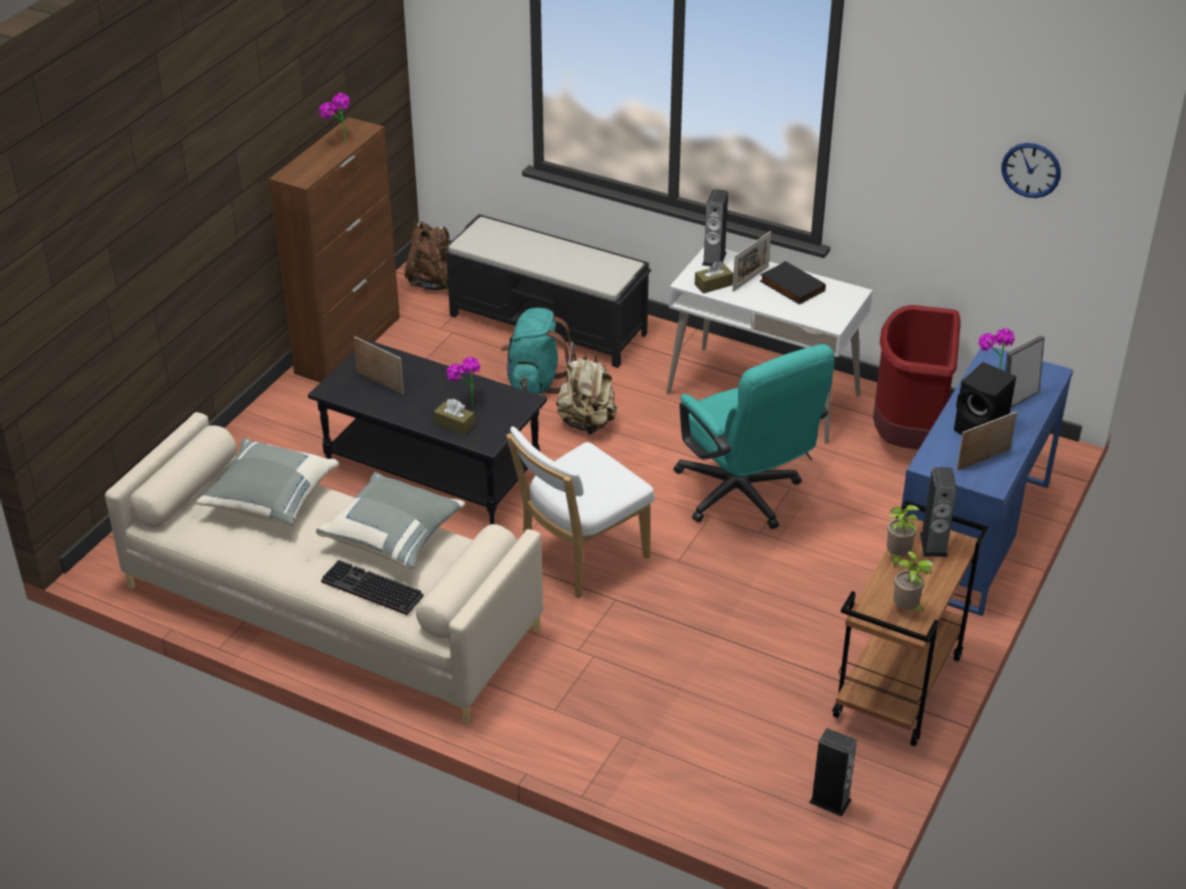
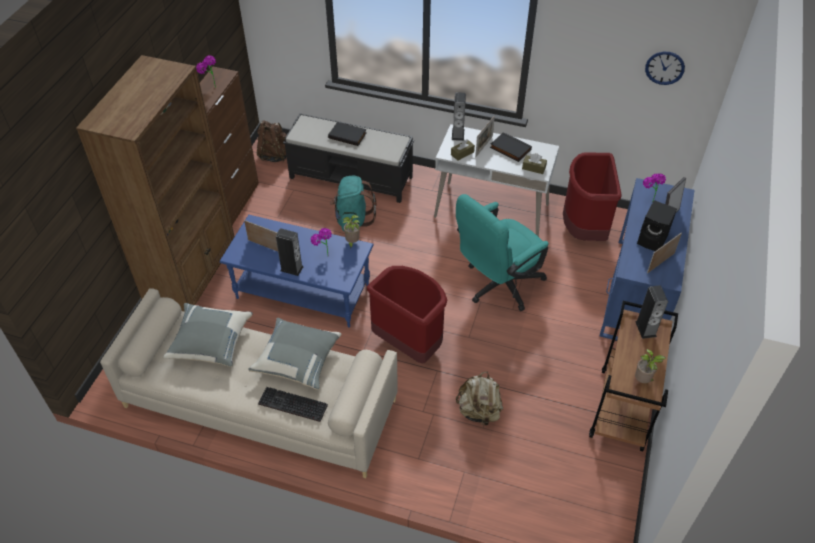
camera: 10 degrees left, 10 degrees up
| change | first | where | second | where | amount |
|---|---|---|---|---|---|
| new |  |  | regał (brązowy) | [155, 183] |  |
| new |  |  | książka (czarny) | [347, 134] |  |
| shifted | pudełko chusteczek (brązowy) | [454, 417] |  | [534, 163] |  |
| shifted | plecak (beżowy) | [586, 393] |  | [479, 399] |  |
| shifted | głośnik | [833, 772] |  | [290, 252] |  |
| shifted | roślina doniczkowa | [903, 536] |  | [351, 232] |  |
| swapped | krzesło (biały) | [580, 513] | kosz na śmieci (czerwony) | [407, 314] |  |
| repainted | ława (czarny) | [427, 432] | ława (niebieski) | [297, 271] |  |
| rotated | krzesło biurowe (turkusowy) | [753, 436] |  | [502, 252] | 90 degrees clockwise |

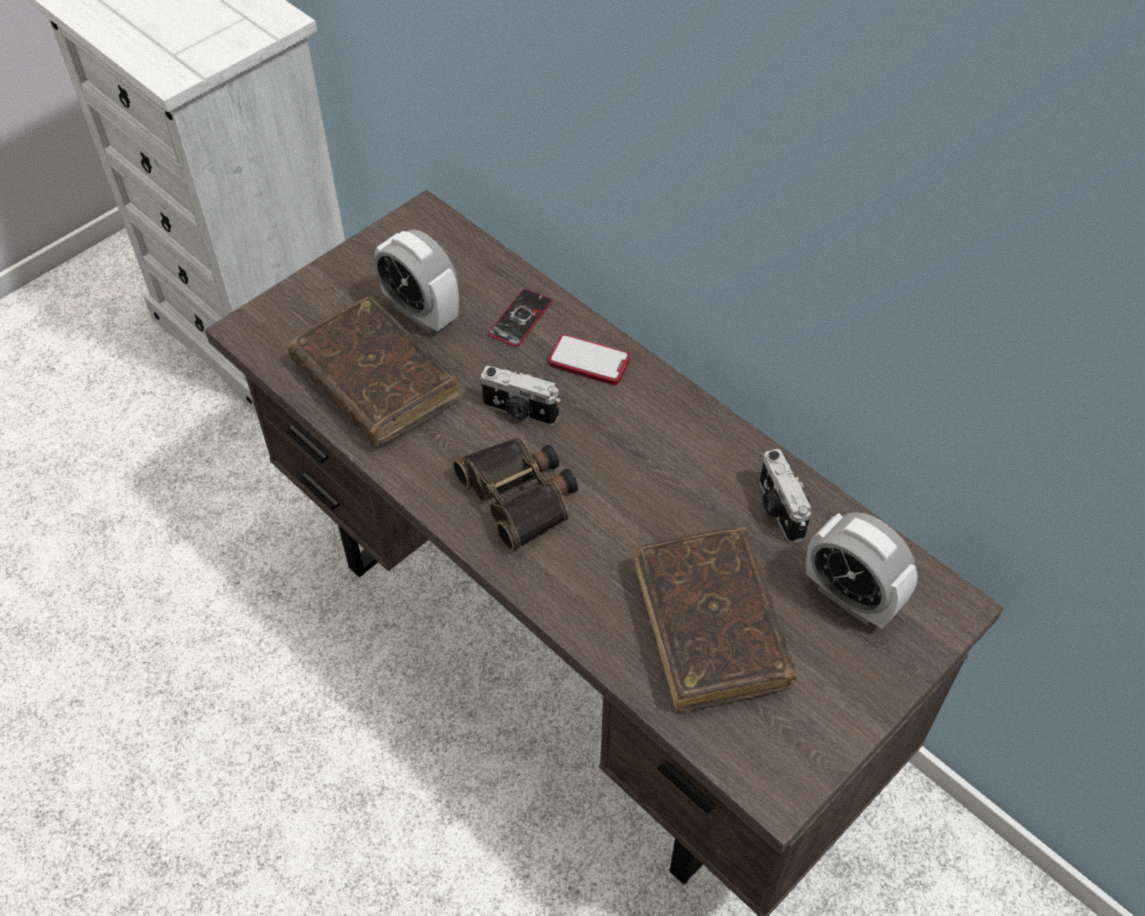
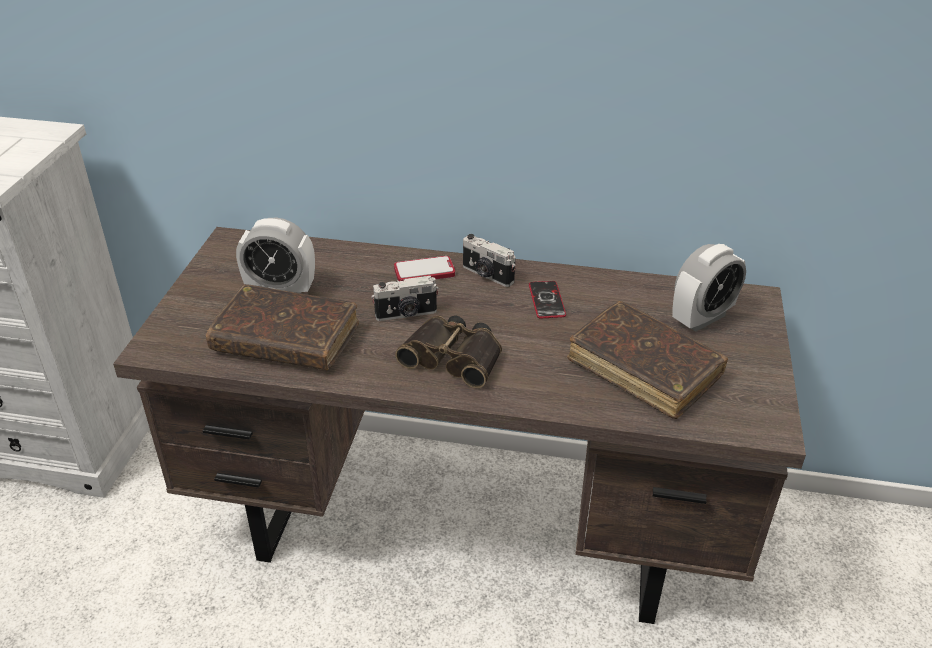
camera: 35 degrees left, 15 degrees down
| change | first | where | second | where | amount |
|---|---|---|---|---|---|
| shifted | telefon | [520, 318] |  | [547, 300] |  |
| shifted | aparat fotograficzny | [785, 496] |  | [489, 260] |  |
| rotated | budzik | [862, 570] |  | [709, 288] | 45 degrees counterclockwise |

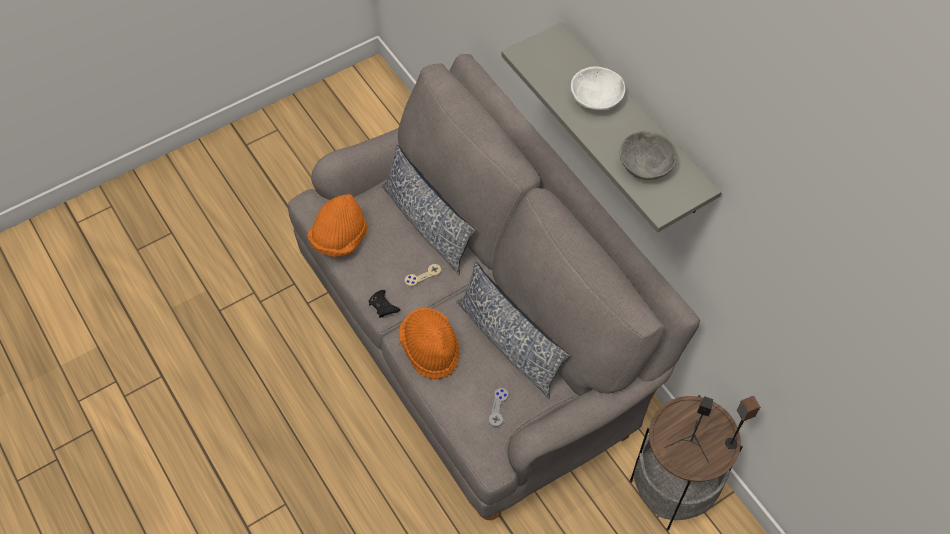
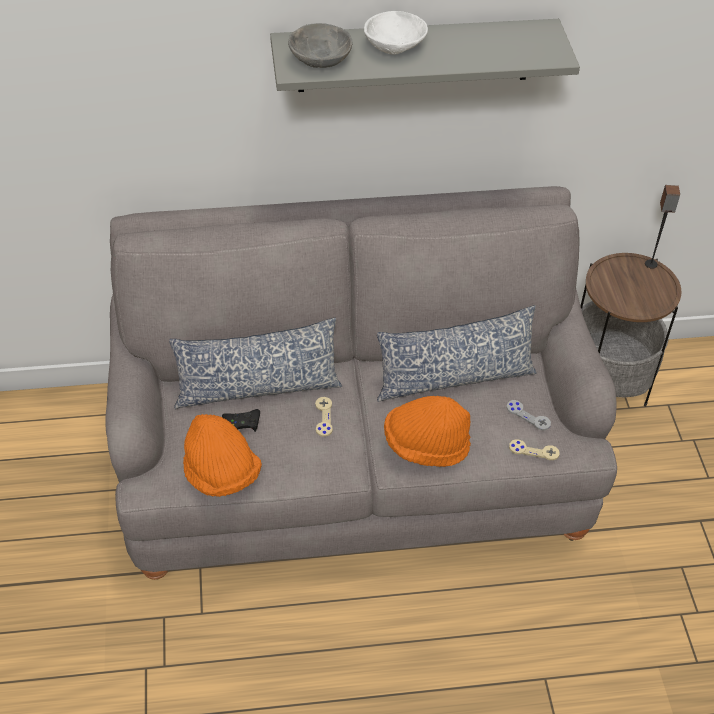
camera: 65 degrees left, 10 degrees down
| change | first | where | second | where | amount |
|---|---|---|---|---|---|
| gone | głośnik (czarny) | [689, 429] |  |  |  |
| new |  |  | pad do gier (beżowy) | [534, 449] |  |
| shifted | pad do gier (czarny) | [384, 304] |  | [241, 420] |  |
| shifted | miska (szary) | [649, 155] |  | [320, 45] |  |

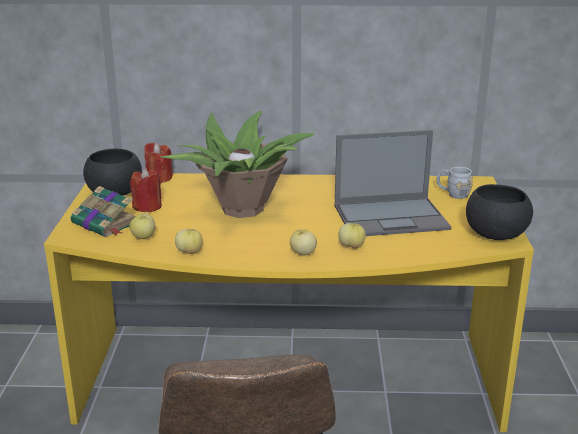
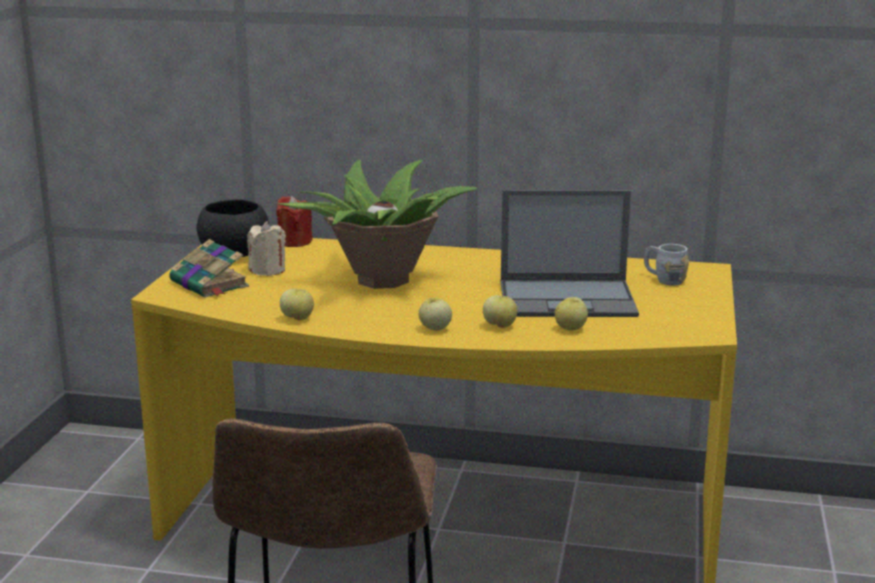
camera: 10 degrees right, 5 degrees down
| change | first | where | second | where | amount |
|---|---|---|---|---|---|
| gone | miska (czarny) | [499, 212] |  |  |  |
| shifted | jabłko | [143, 226] |  | [571, 314] |  |
| repainted | świeca (czerwony) | [146, 190] | świeca (beżowy) | [266, 248] |  |

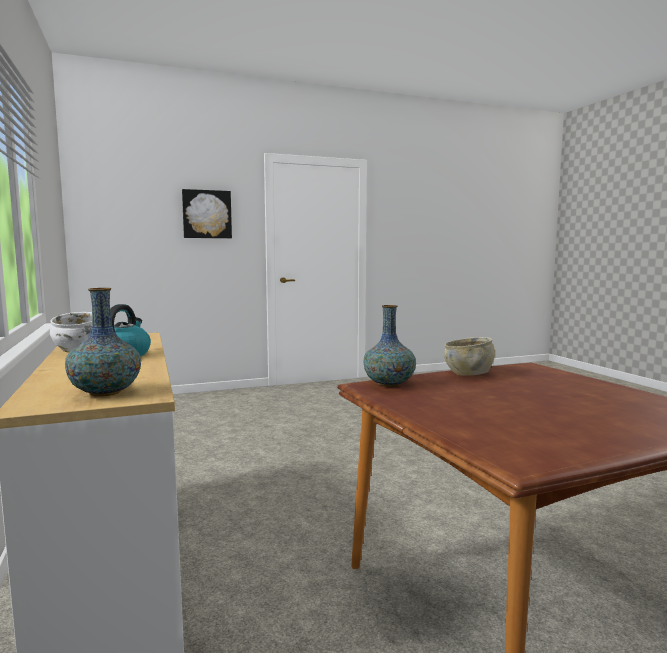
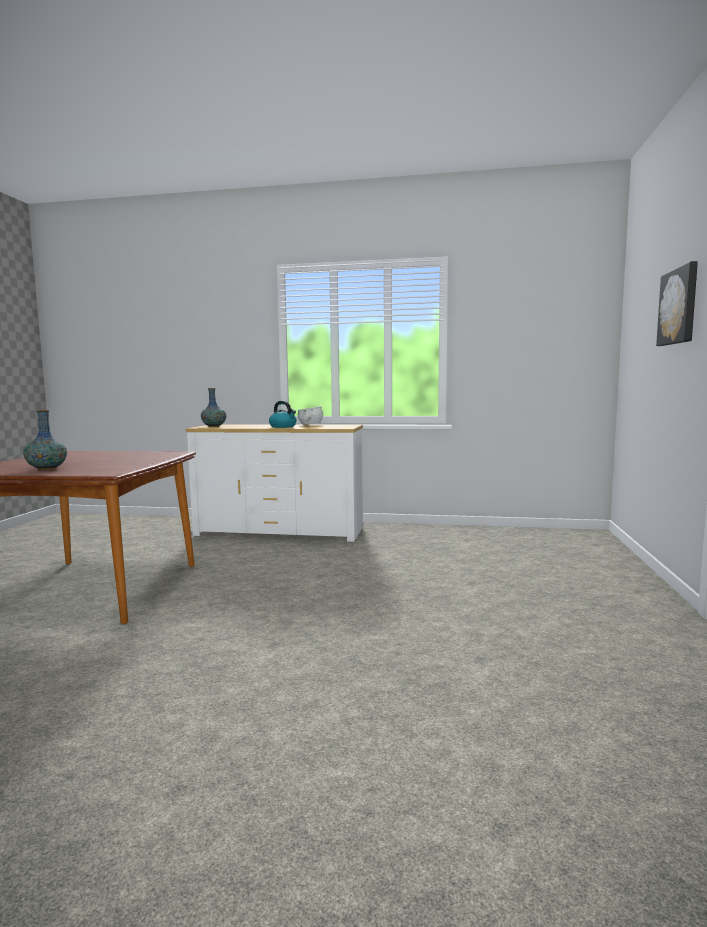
camera: 120 degrees right, 0 degrees up
| change | first | where | second | where | amount |
|---|---|---|---|---|---|
| gone | miska (beżowy) | [469, 356] |  |  |  |
| shifted | wazon | [389, 346] |  | [45, 440] |  |

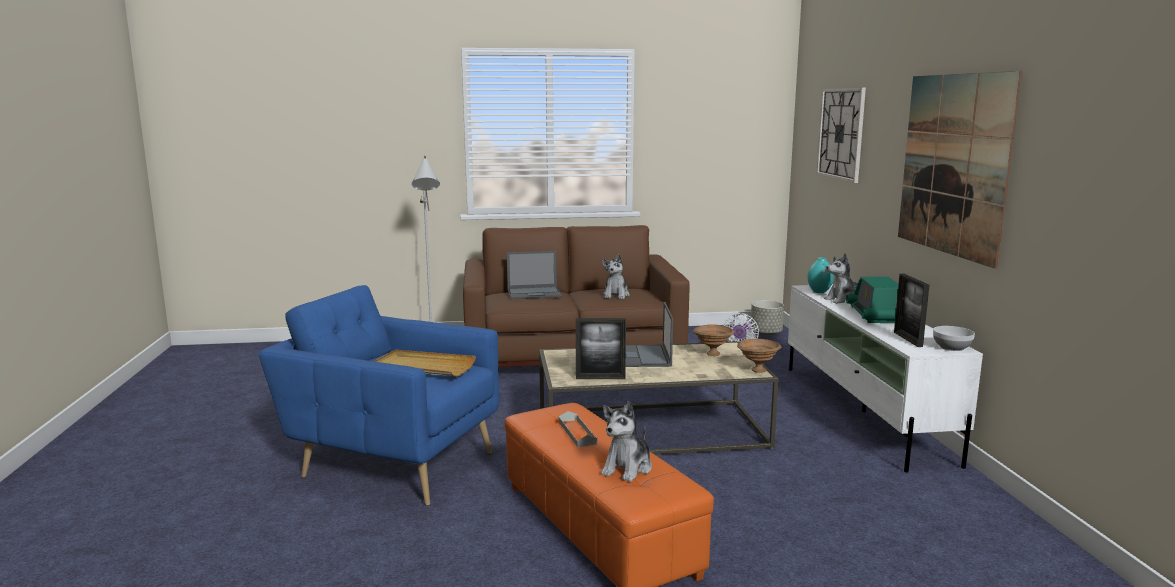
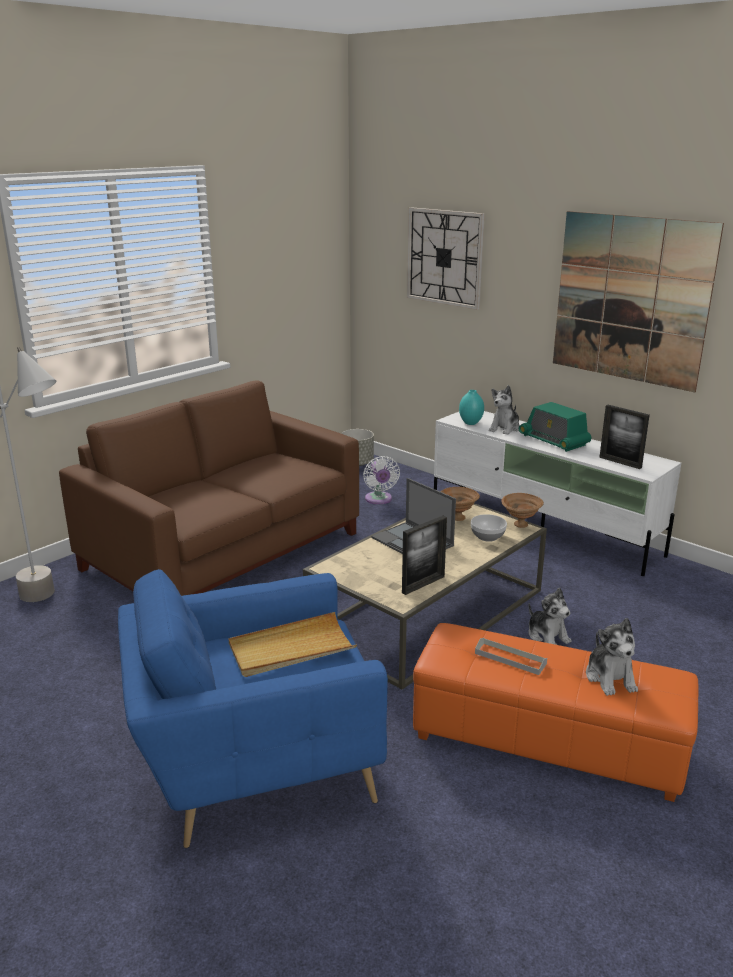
camera: 40 degrees left, 10 degrees up
| change | first | where | second | where | amount |
|---|---|---|---|---|---|
| gone | laptop | [534, 275] |  |  |  |
| shifted | pluszak | [616, 276] |  | [549, 616] |  |
| shifted | miska | [954, 338] |  | [489, 528] |  |

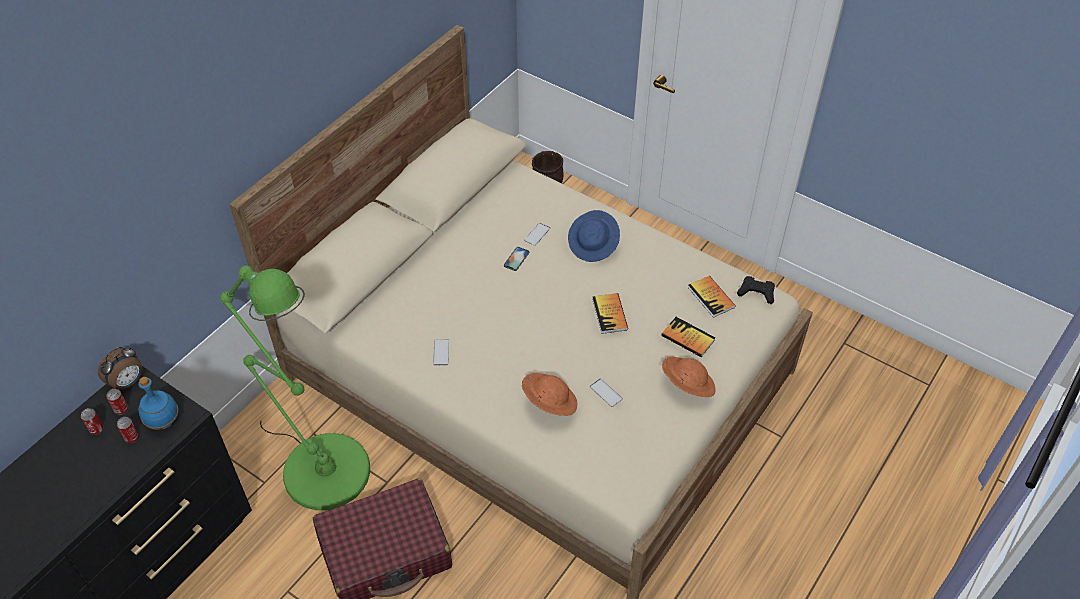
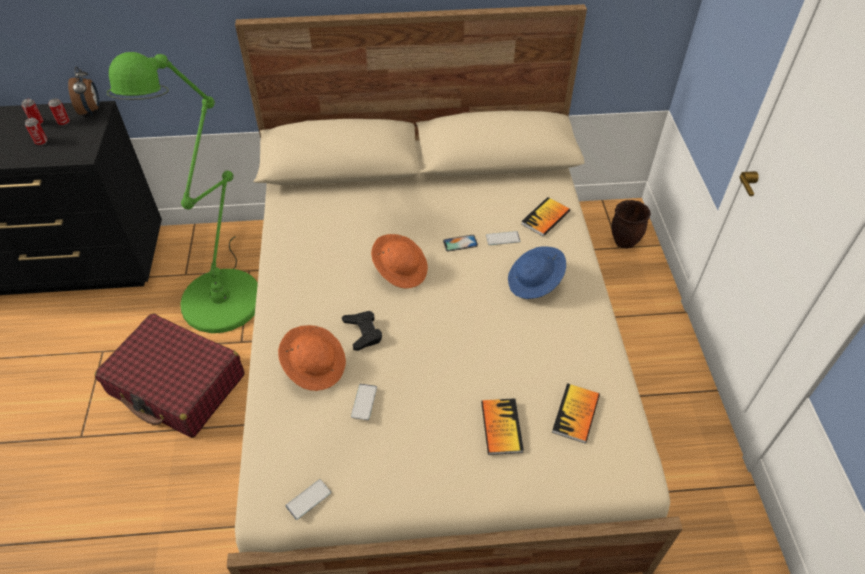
camera: 50 degrees right, 0 degrees up
| change | first | where | second | where | amount |
|---|---|---|---|---|---|
| gone | butelka (niebieski) | [158, 403] |  |  |  |
| shifted | telefon | [441, 352] |  | [308, 499] |  |
| shifted | książka | [610, 313] |  | [545, 217] |  |
| shifted | kapelusz (pomarańczowy) | [689, 377] |  | [399, 261] |  |
| shifted | pad do gier (czarny) | [756, 290] |  | [362, 331] |  |
| rotated | budzik | [120, 368] |  | [83, 91] | 105 degrees counterclockwise |

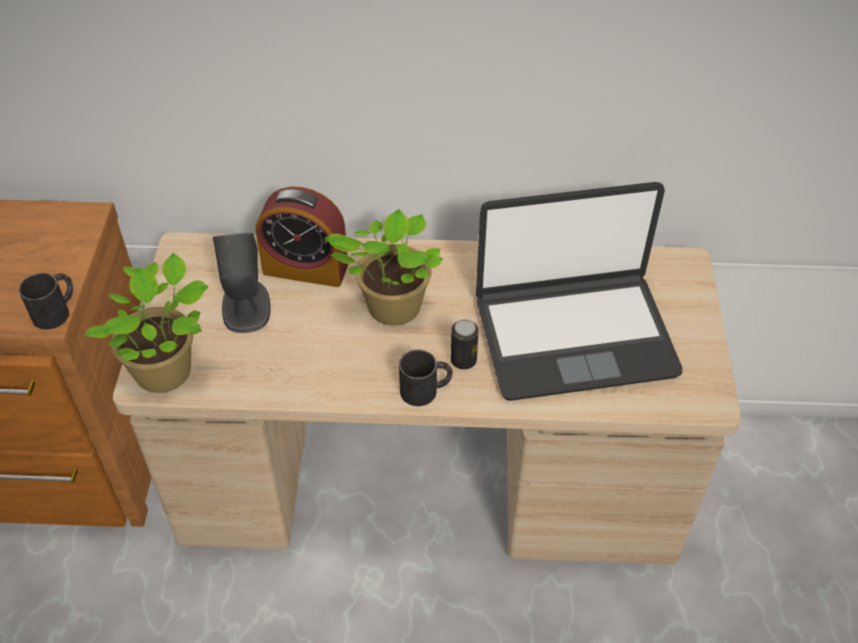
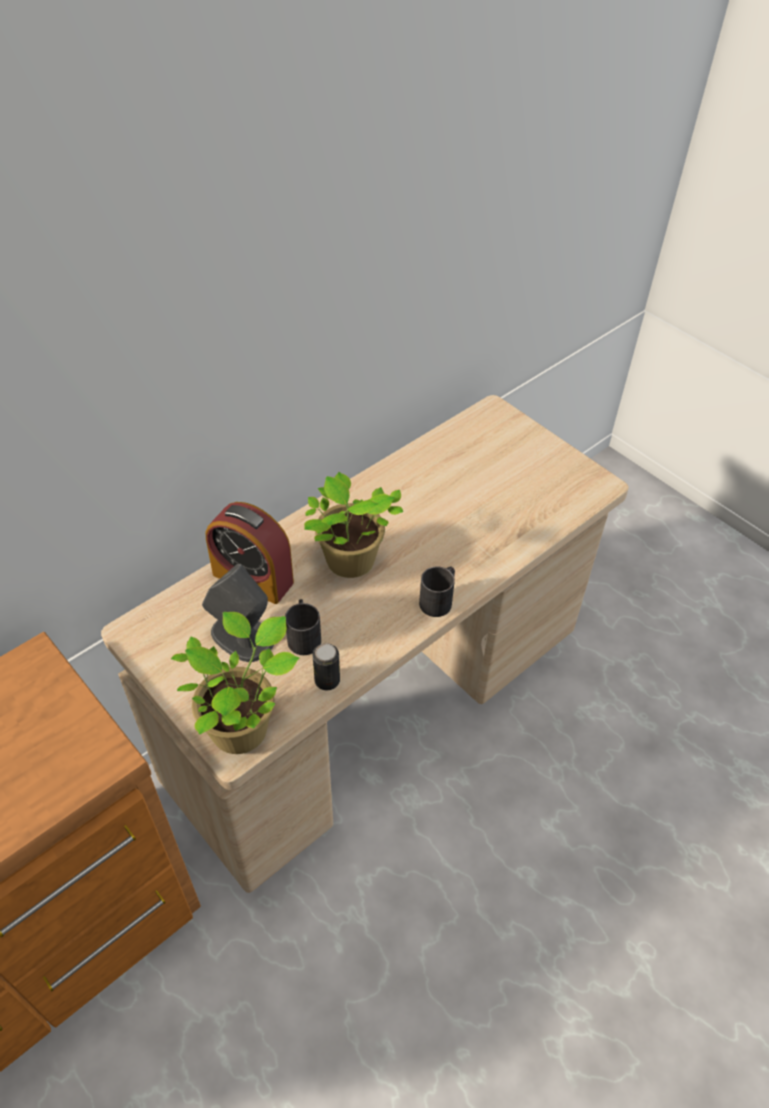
camera: 45 degrees left, 0 degrees up
| change | first | where | second | where | amount |
|---|---|---|---|---|---|
| gone | laptop | [579, 291] |  |  |  |
| shifted | kubek (czarny) | [46, 301] |  | [303, 627] |  |
| shifted | puszka | [465, 344] |  | [326, 666] |  |
| rotated | budzik | [302, 237] |  | [250, 553] | 60 degrees clockwise |

